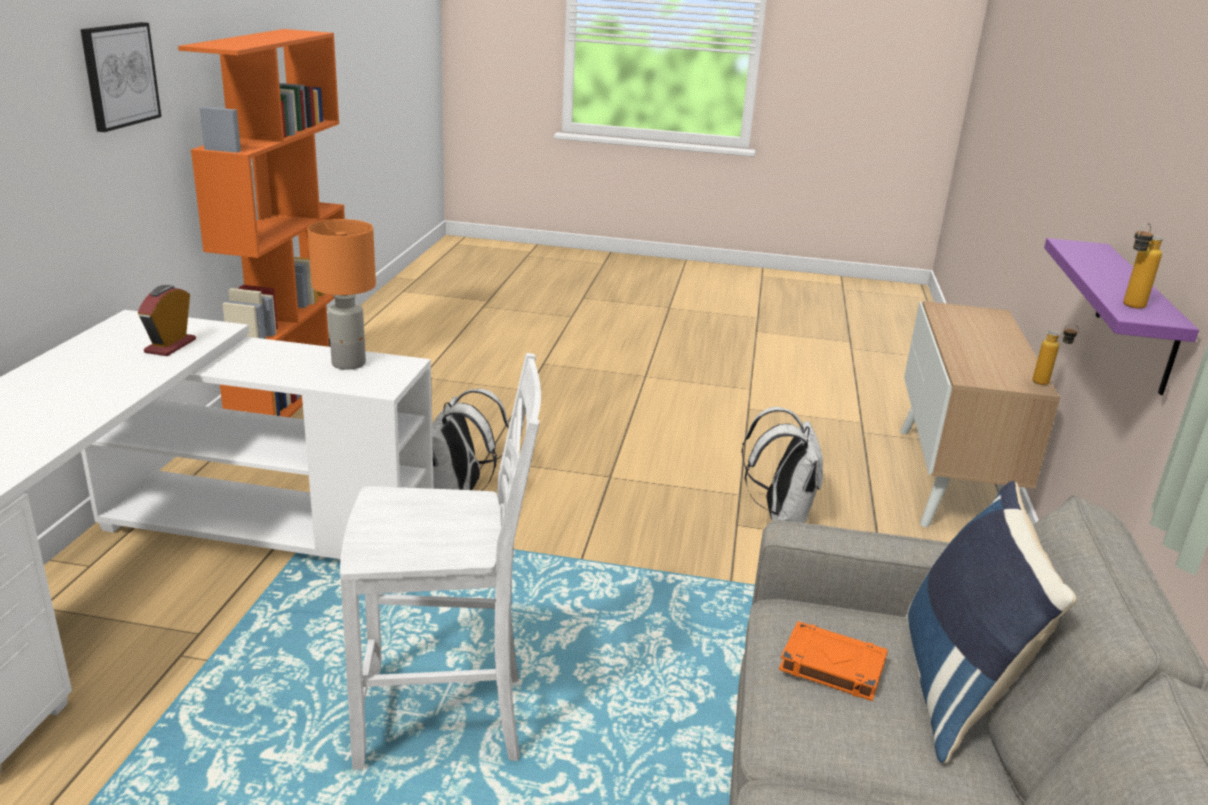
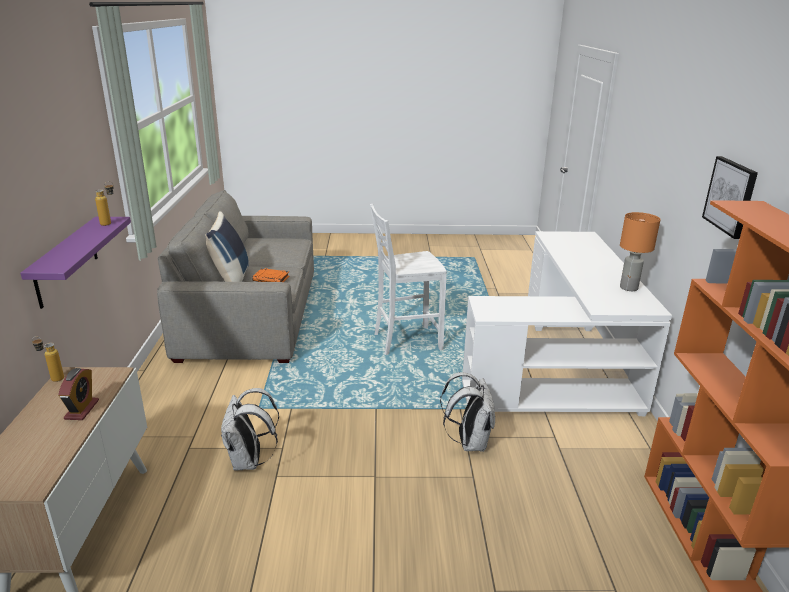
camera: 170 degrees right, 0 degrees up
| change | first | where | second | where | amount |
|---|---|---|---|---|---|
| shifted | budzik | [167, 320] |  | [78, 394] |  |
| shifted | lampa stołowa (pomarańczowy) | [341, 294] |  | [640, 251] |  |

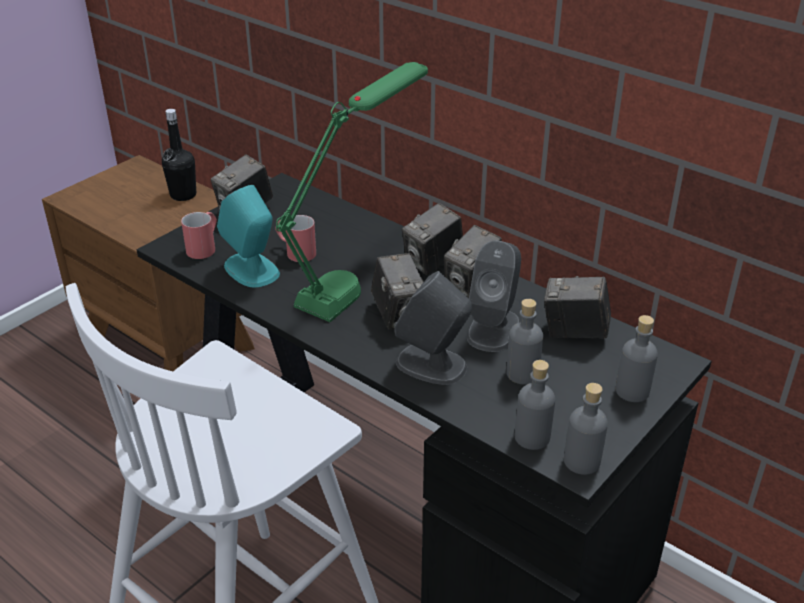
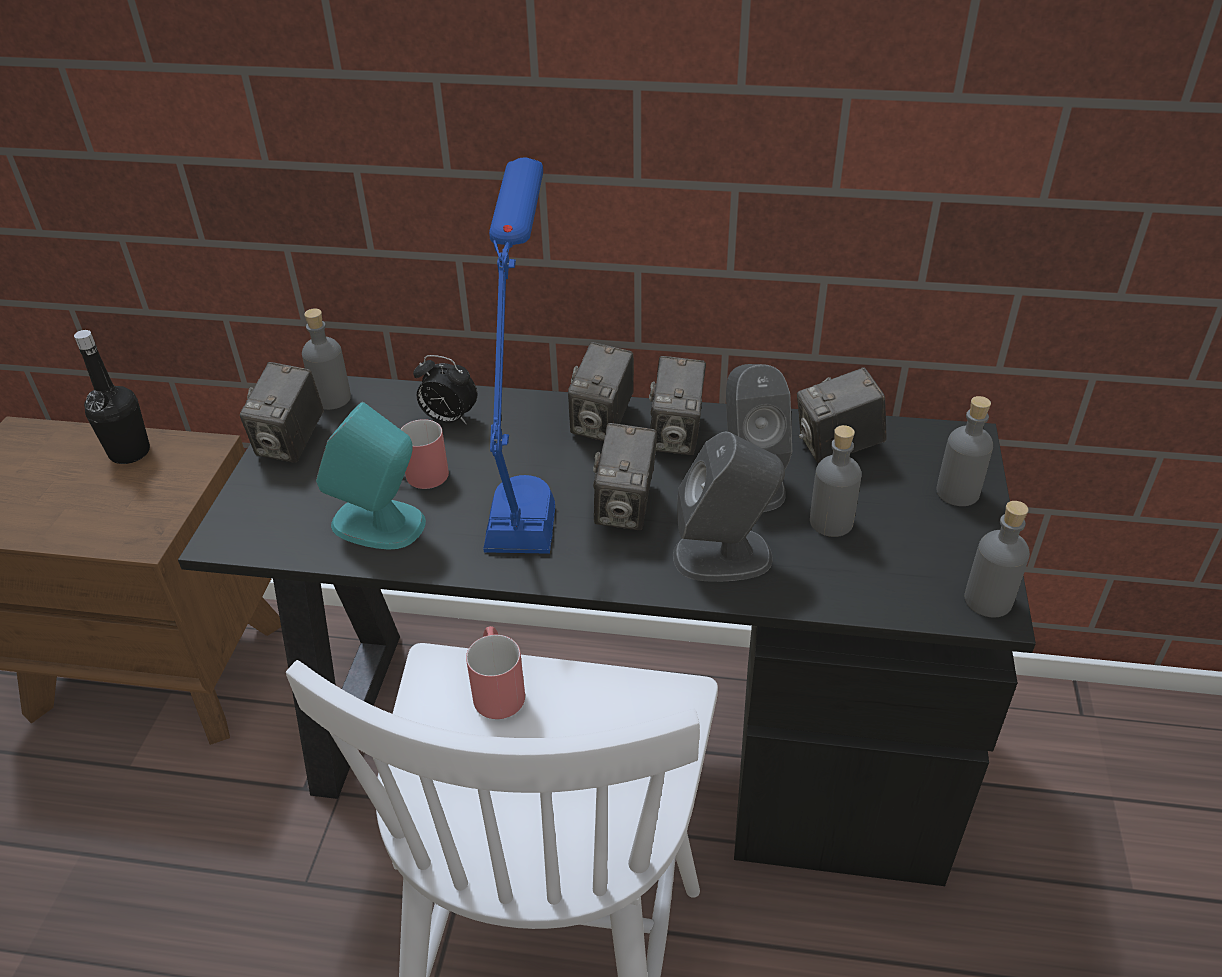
camera: 30 degrees left, 5 degrees up
| change | first | where | second | where | amount |
|---|---|---|---|---|---|
| new |  |  | budzik | [445, 390] |  |
| shifted | kubek (czerwony) | [199, 235] |  | [495, 672] |  |
| shifted | butelka (szary) | [535, 405] |  | [326, 359] |  |
| repainted | lampa stołowa (zielony) | [352, 192] | lampa stołowa (niebieski) | [519, 356] |  |
| rotated | aparat fotograficzny | [397, 291] |  | [625, 476] | 60 degrees clockwise |

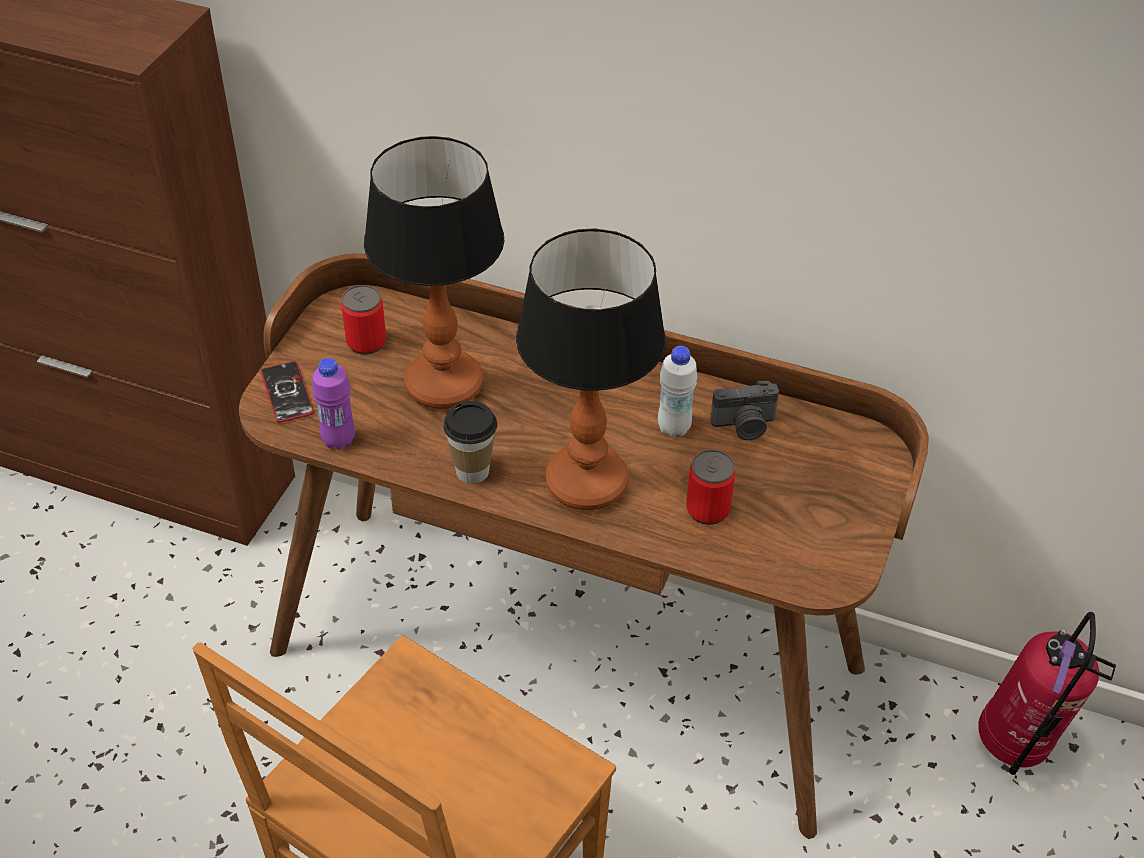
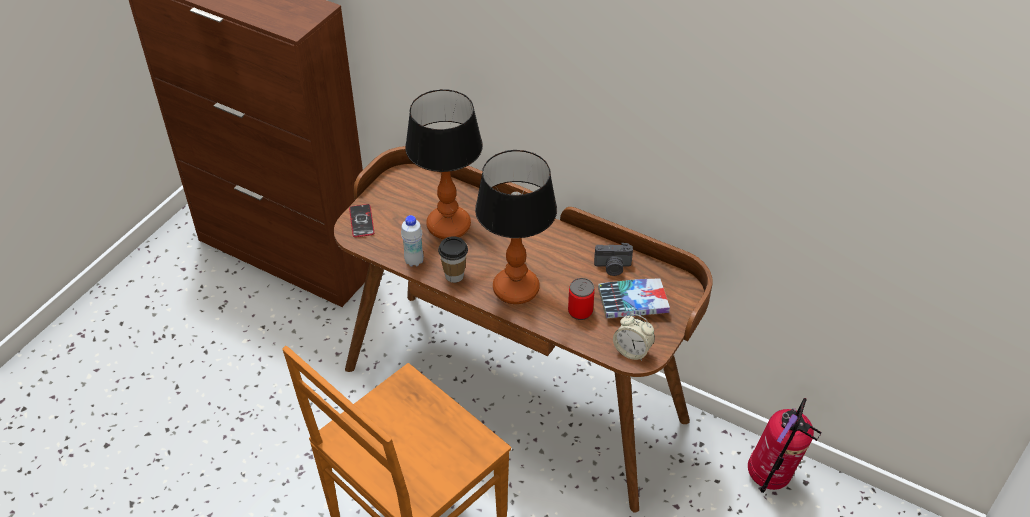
camera: 10 degrees right, 0 degrees up
| change | first | where | second | where | amount |
|---|---|---|---|---|---|
| gone | butelka (fioletowy) | [333, 404] |  |  |  |
| gone | puszka | [363, 320] |  |  |  |
| new |  |  | książka | [634, 298] |  |
| new |  |  | budzik | [634, 337] |  |
| shifted | butelka (biały) | [677, 392] |  | [412, 241] |  |

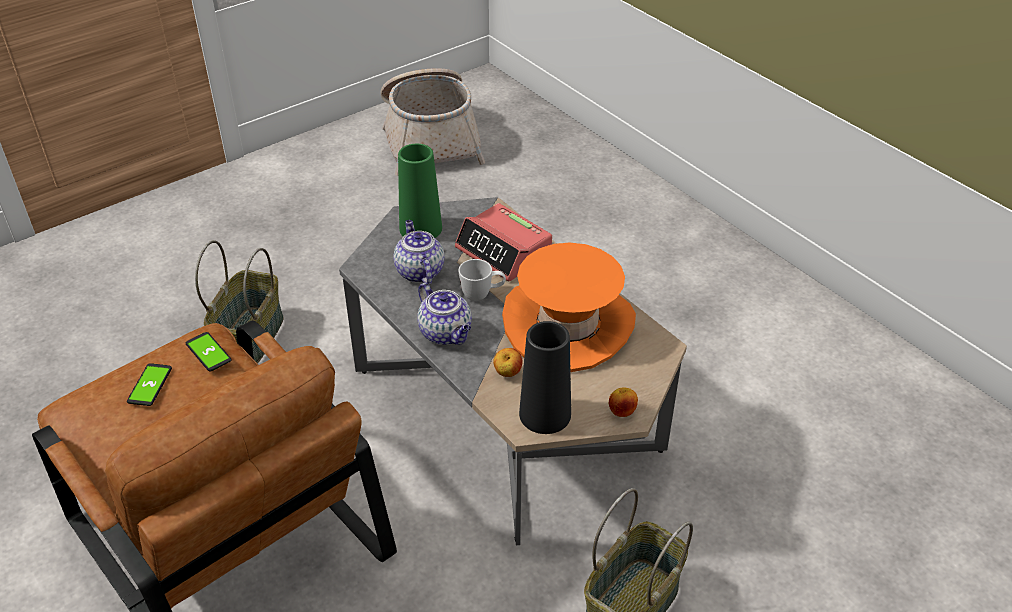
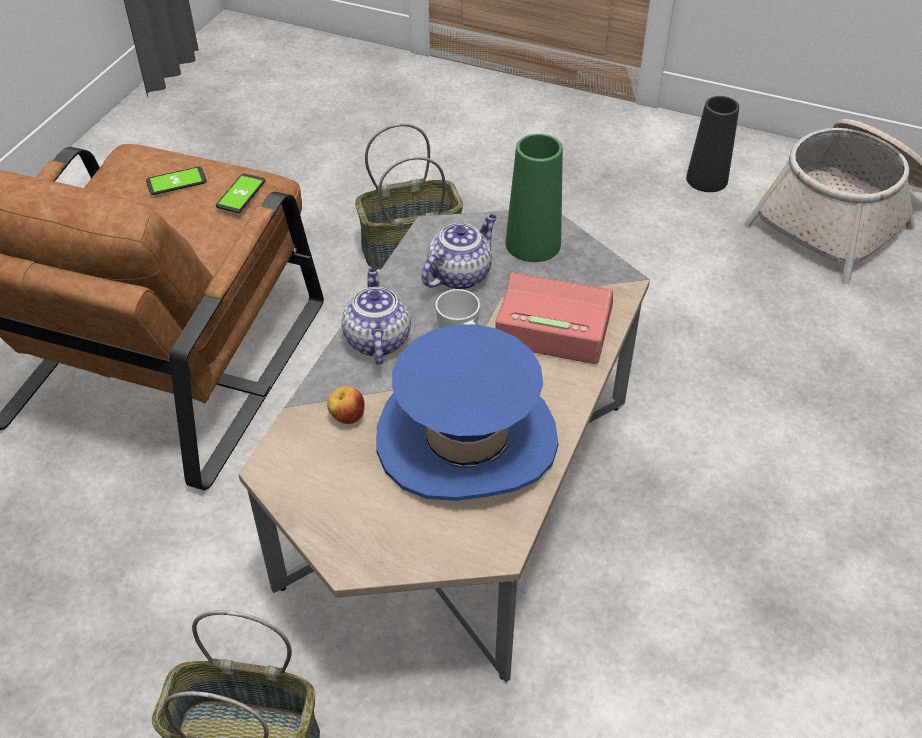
camera: 60 degrees right, 5 degrees up
| change | first | where | second | where | amount |
|---|---|---|---|---|---|
| gone | jabłko | [623, 402] |  |  |  |
| shifted | wazon (czarny) | [545, 377] |  | [712, 144] |  |
| repainted | kapelusz (pomarańczowy) | [569, 307] | kapelusz (niebieski) | [467, 412] |  |
| rotated | imbryk | [444, 314] |  | [376, 316] | 150 degrees clockwise |
| rotated | budzik | [503, 242] |  | [554, 318] | 90 degrees clockwise |

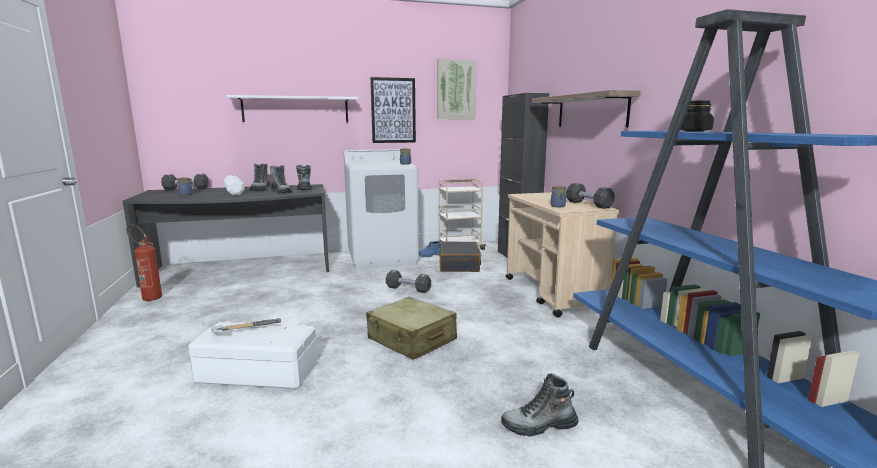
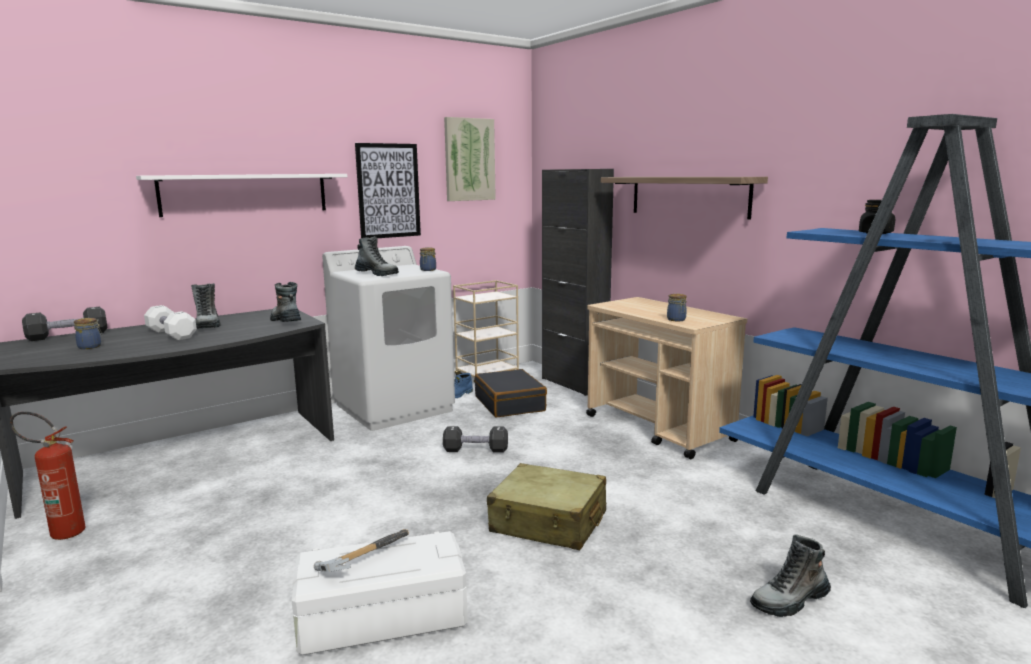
camera: 20 degrees left, 0 degrees up
| change | first | where | second | where | amount |
|---|---|---|---|---|---|
| gone | hantel (czarny) | [590, 196] |  |  |  |
| shifted | but z cholewką | [281, 179] |  | [377, 256] |  |

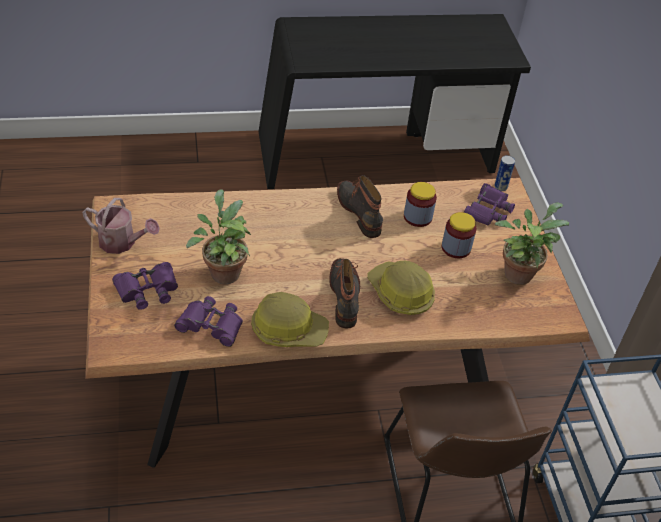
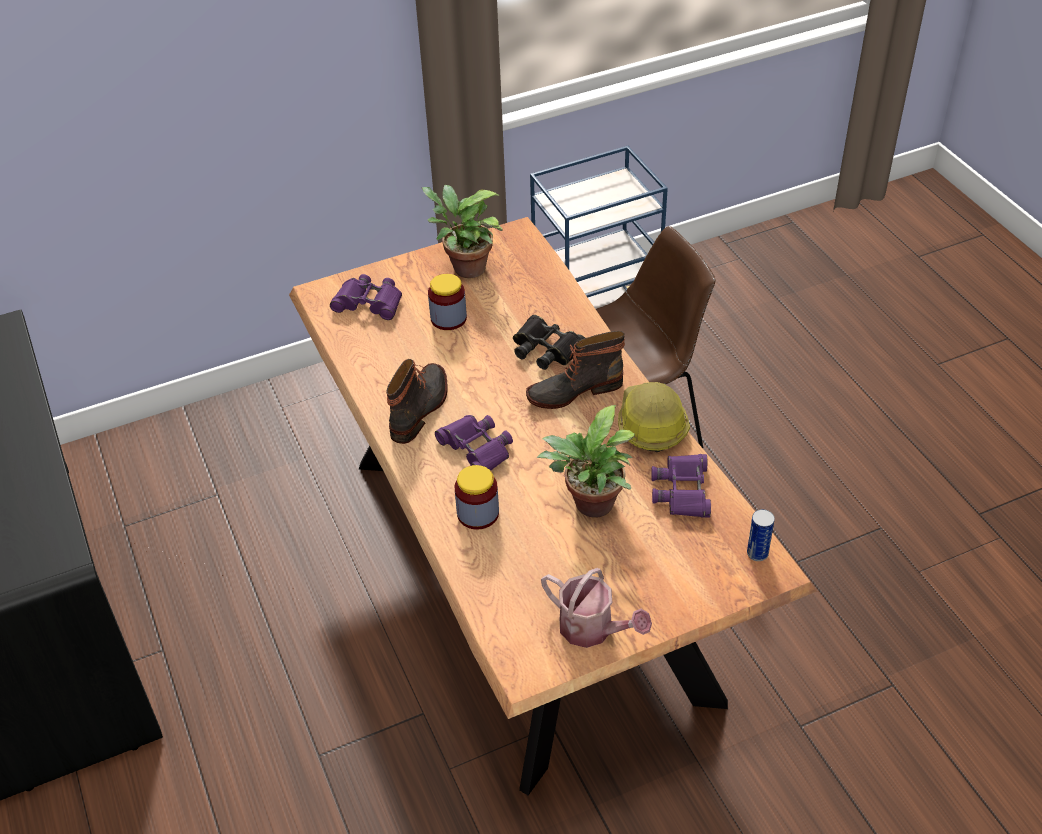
camera: 100 degrees left, 0 degrees up
| change | first | where | second | where | amount |
|---|---|---|---|---|---|
| shifted | lornetka (fioletowy) | [145, 286] |  | [474, 443] |  |
| shifted | słoik | [420, 204] |  | [477, 497] |  |
| shifted | puszka | [504, 173] |  | [761, 535] |  |
| swapped | kask | [401, 288] | lornetka (czarny) | [549, 342] |  |
| rotated | konewka | [121, 226] |  | [596, 608] | 120 degrees clockwise |
| rotated | but z cholewką | [360, 206] |  | [417, 401] | 150 degrees clockwise |

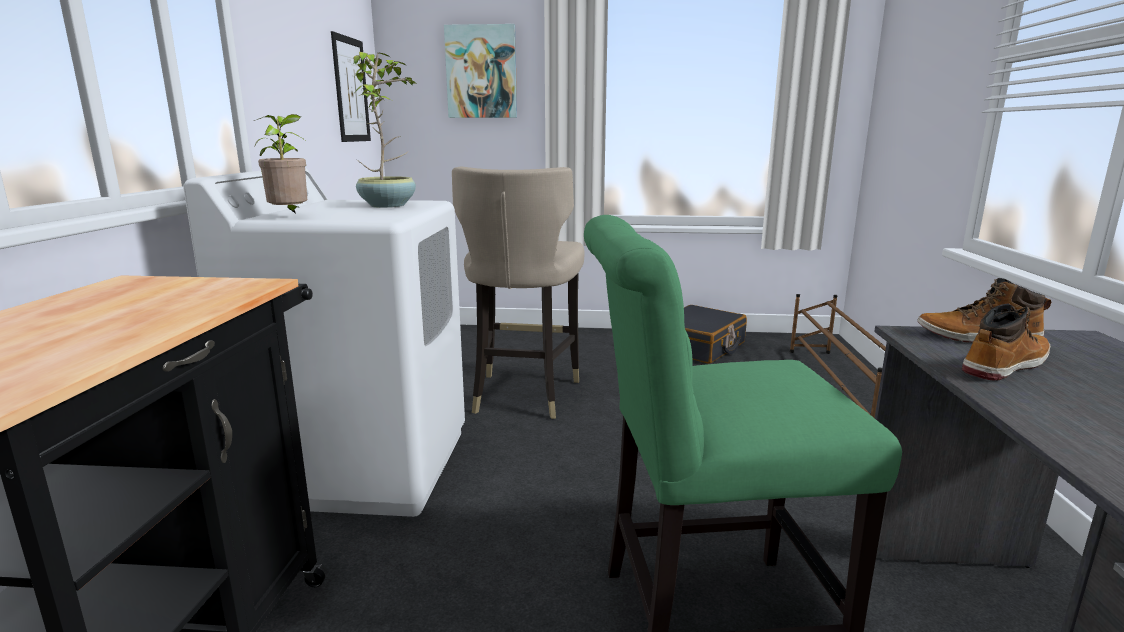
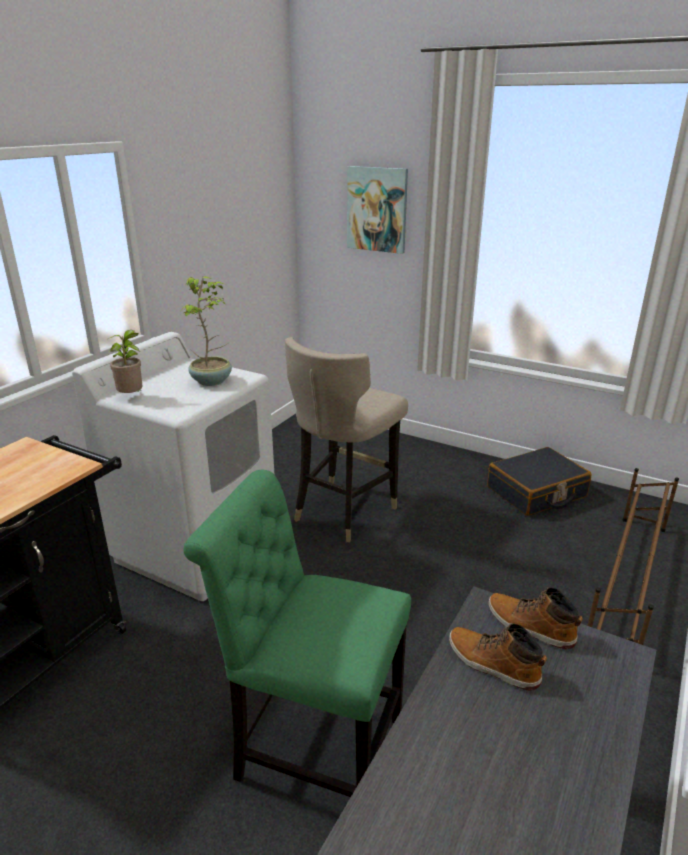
camera: 25 degrees right, 10 degrees up
| change | first | where | second | where | amount |
|---|---|---|---|---|---|
| gone | obraz | [351, 86] |  |  |  |
| rotated | but z cholewką | [1006, 341] |  | [498, 657] | 135 degrees counterclockwise |

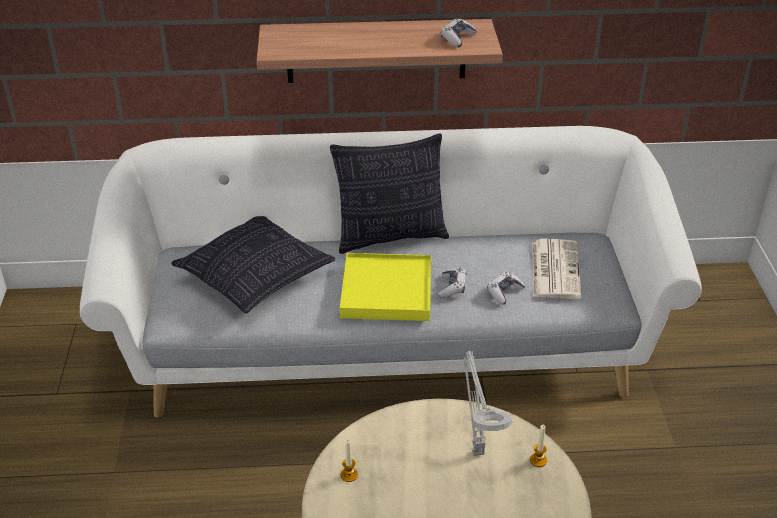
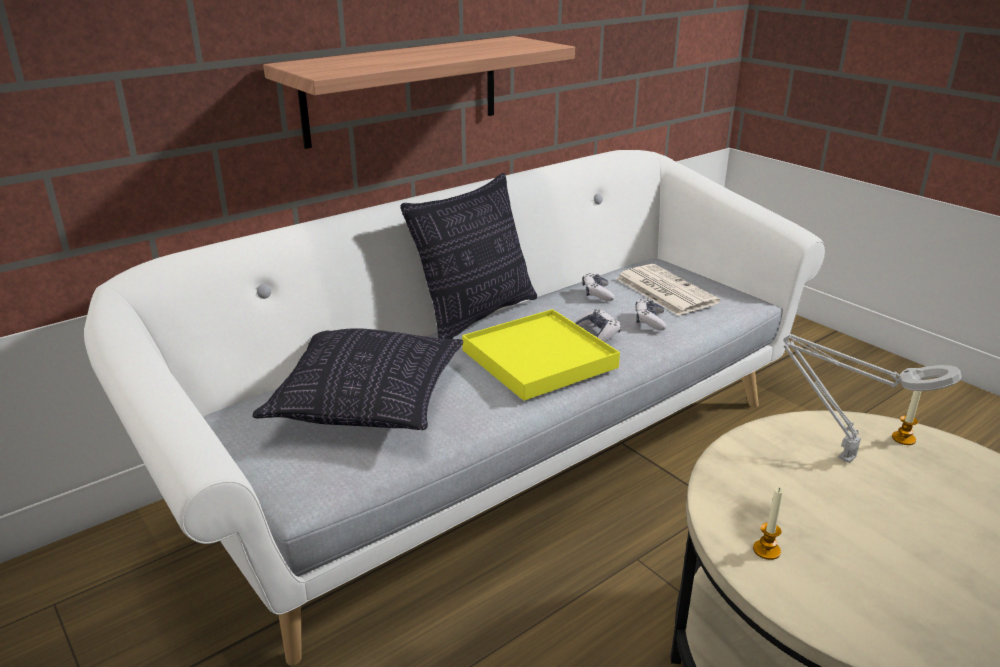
camera: 35 degrees left, 10 degrees down
| change | first | where | second | where | amount |
|---|---|---|---|---|---|
| shifted | pad do gier | [459, 33] |  | [598, 287] |  |

